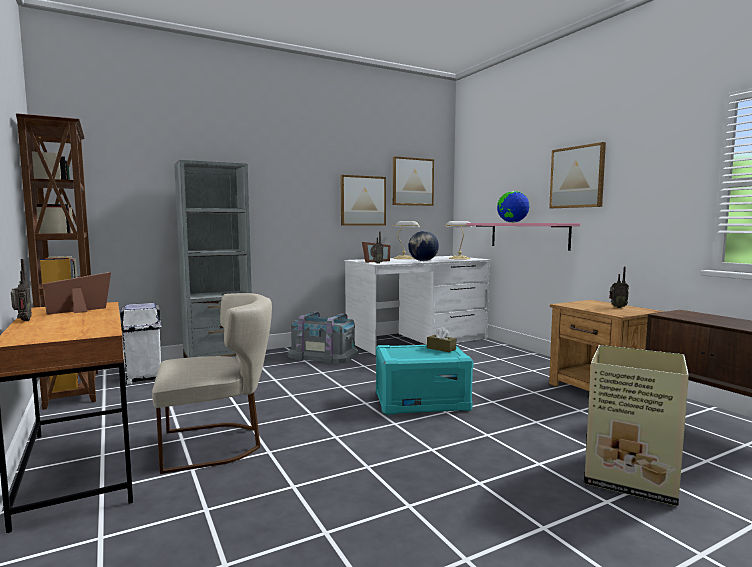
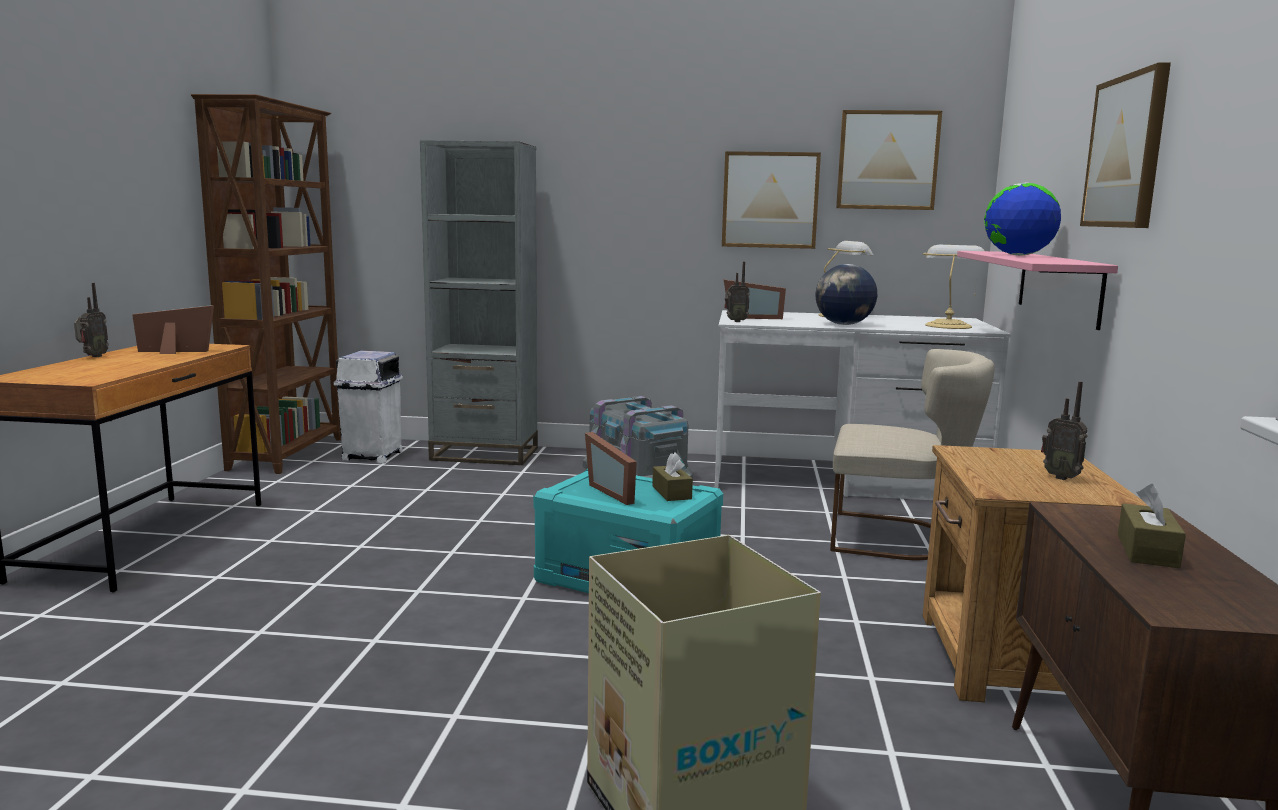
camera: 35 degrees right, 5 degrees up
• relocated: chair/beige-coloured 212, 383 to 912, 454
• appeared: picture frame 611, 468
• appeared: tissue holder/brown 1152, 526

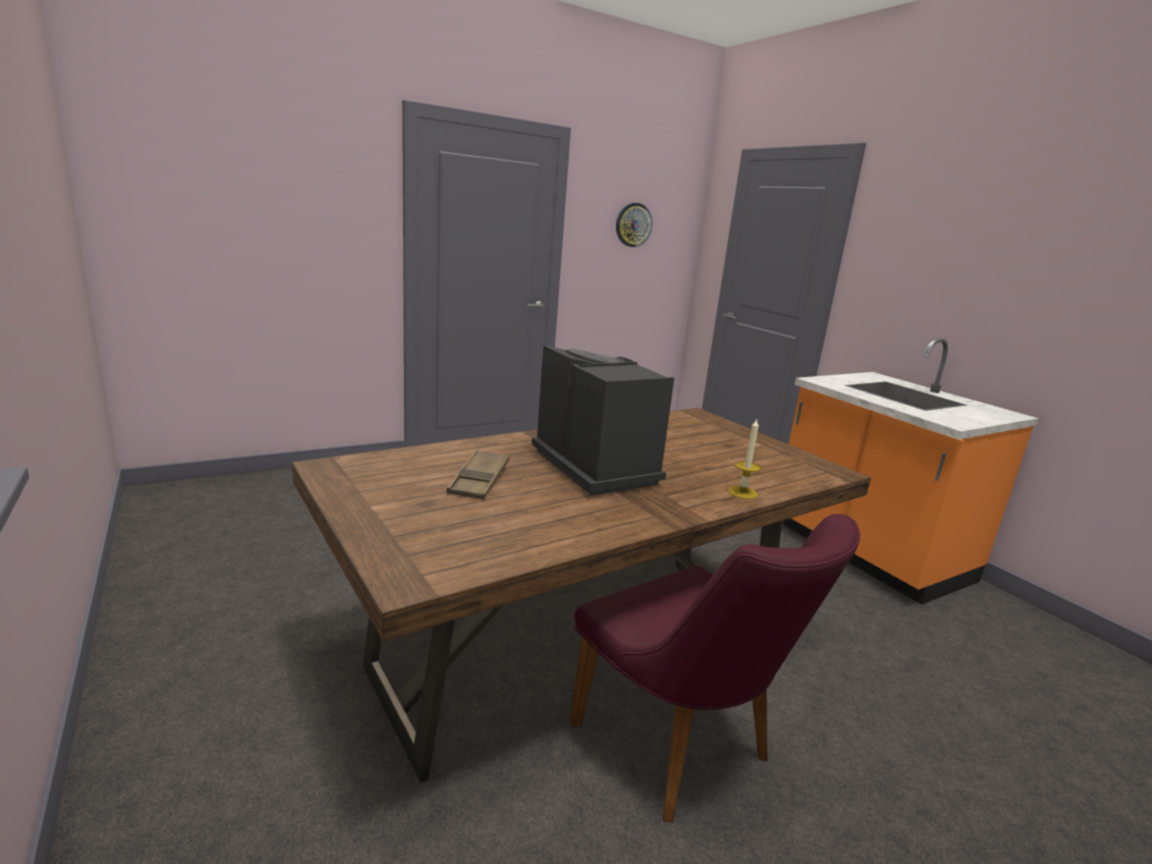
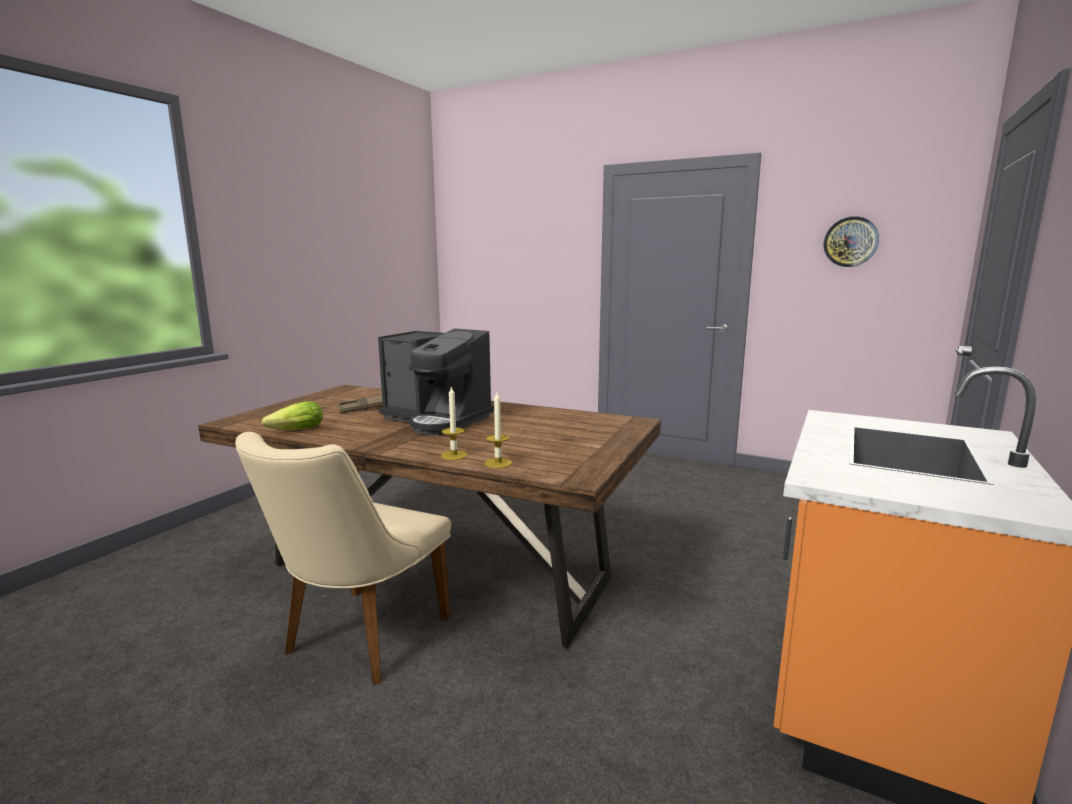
camera: 60 degrees right, 5 degrees down
• spun: coffee brewer 603, 420 = 436, 382 90 degrees clockwise
• colour: chair/purple-coloured 715, 668 to chair/beige-coloured 343, 558
• appeared: wax light 498, 430
• appeared: head of lettuce 292, 415

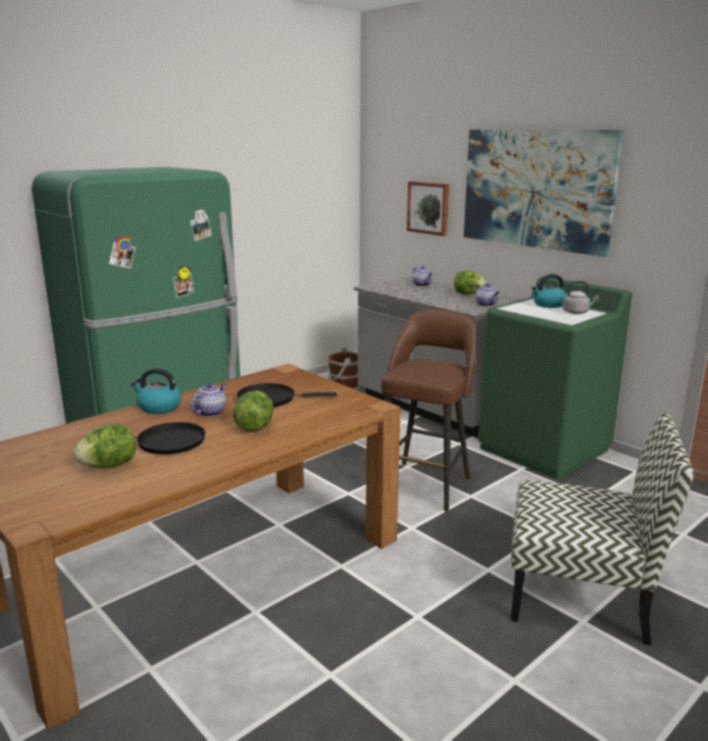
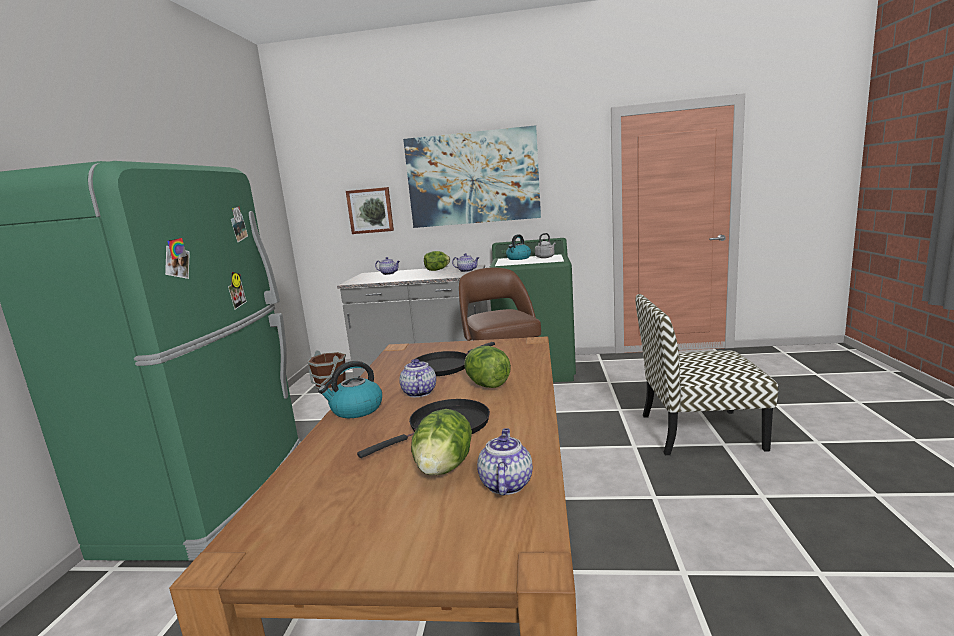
camera: 40 degrees left, 5 degrees down
• spun: chair 602, 529 = 706, 374 150 degrees counterclockwise
• appeared: pot for tea 505, 461

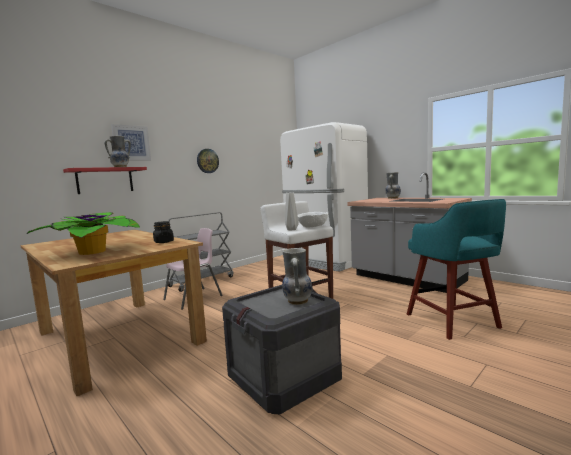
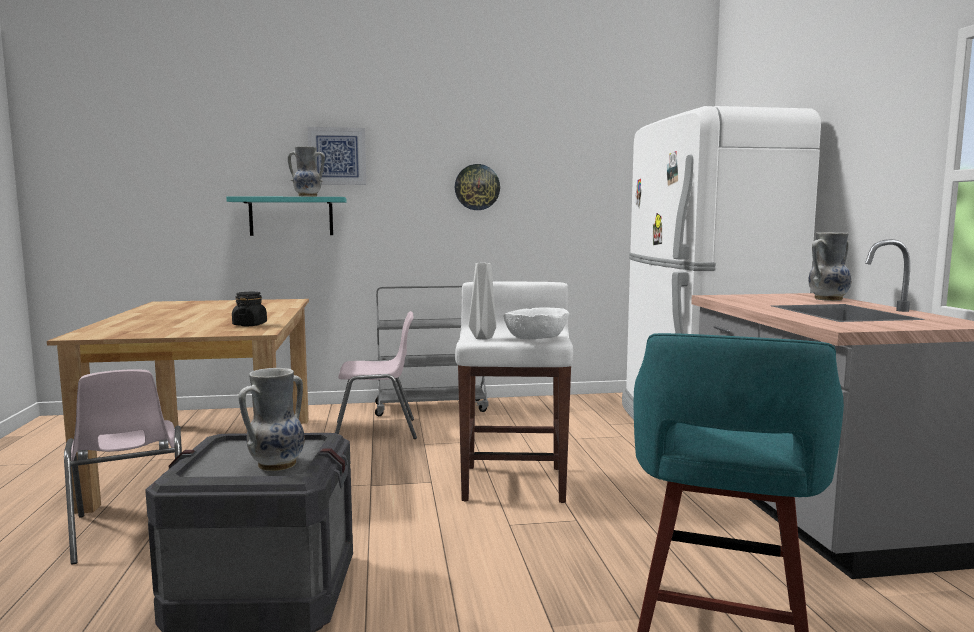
camera: 35 degrees right, 0 degrees up
• colour: shelf/reddish 105, 180 to shelf/turquoise 286, 216
• missing: potted plant 83, 233
• appeared: chair/pink 123, 467

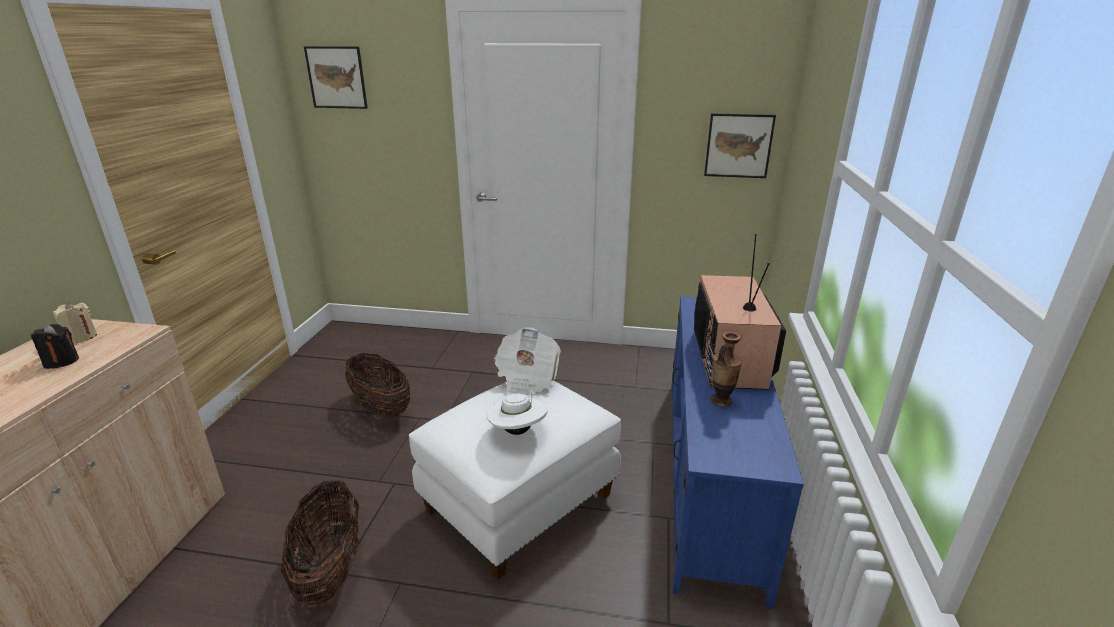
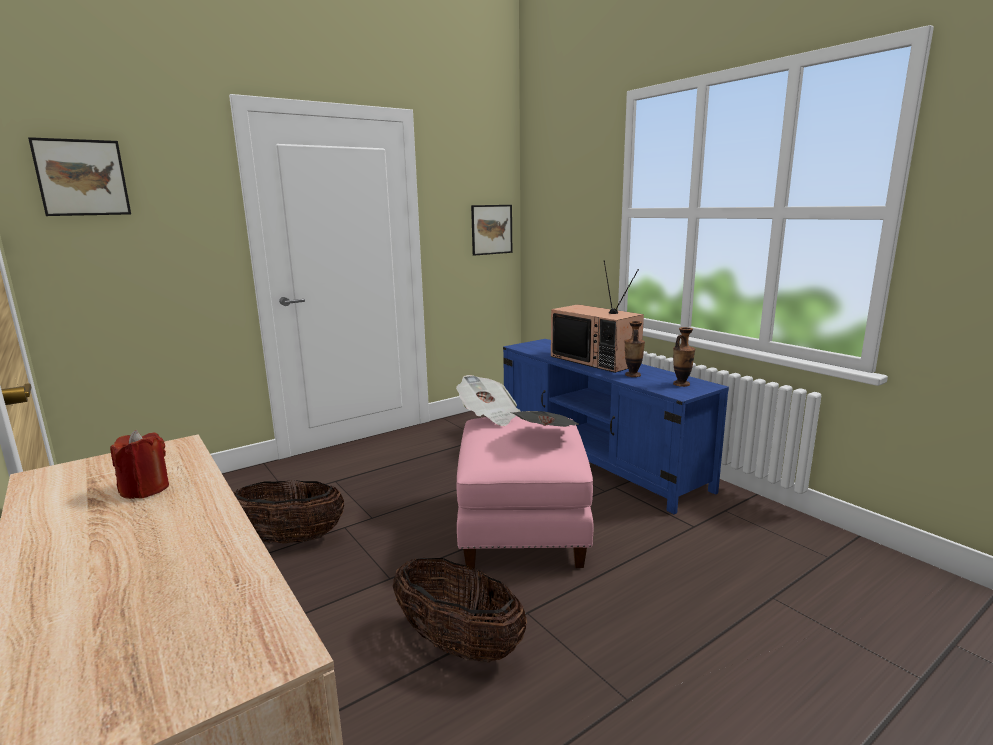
camera: 45 degrees left, 10 degrees down
• missing: wax light/beige-coloured 75, 322
• colour: wax light/black-coloured 55, 346 to wax light/reddish 139, 464
• colour: pouffe/whitish 515, 479 to pouffe/pink 525, 492
• exchanged: hat/whitish 517, 413 to daily paper 545, 419
• appeared: decorative vase 684, 357

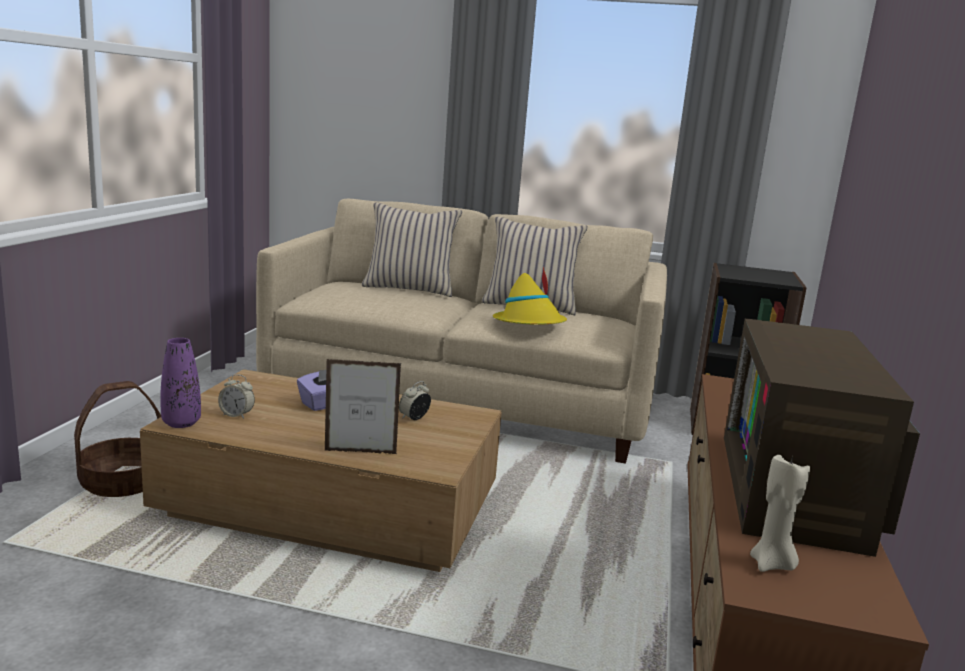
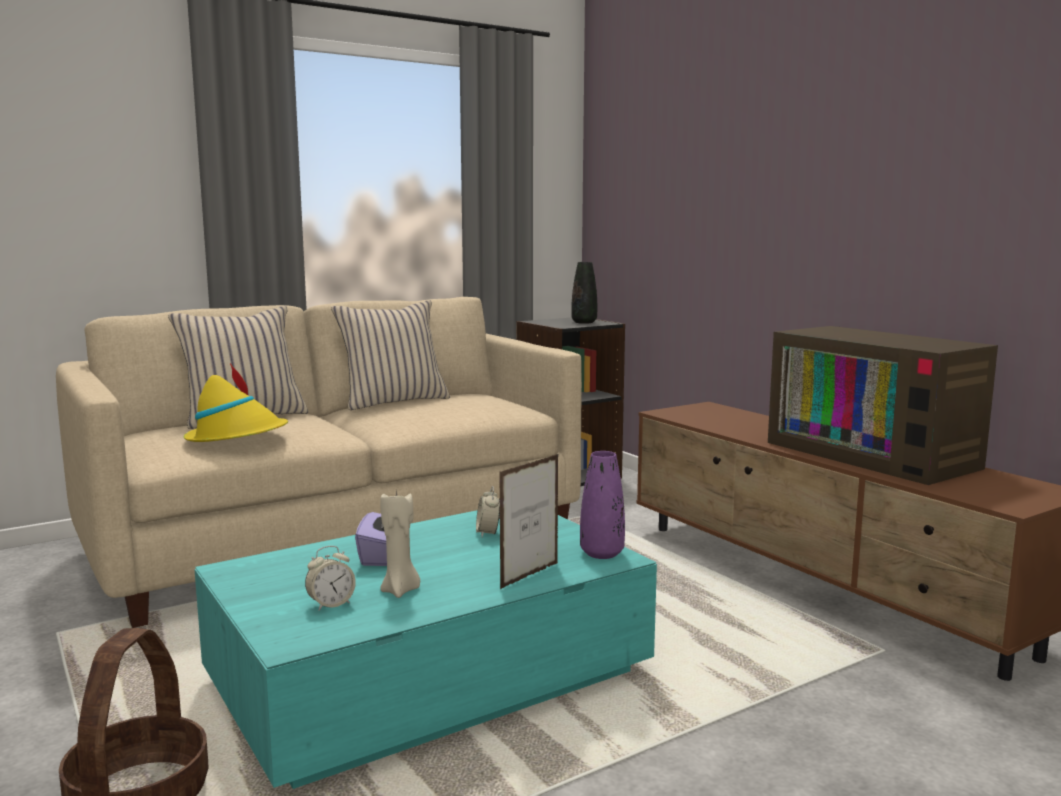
camera: 45 degrees left, 5 degrees down
• relocated: hat/yellowish 530, 296 to 236, 402
• relocated: decorative vase/purple-coloured 180, 383 to 602, 505
• colour: coffee table/brown 321, 470 to coffee table/turquoise 425, 649
• relocated: wax light/beige-coloured 780, 513 to 400, 544
• appeared: decorative vase/black-coloured 584, 293

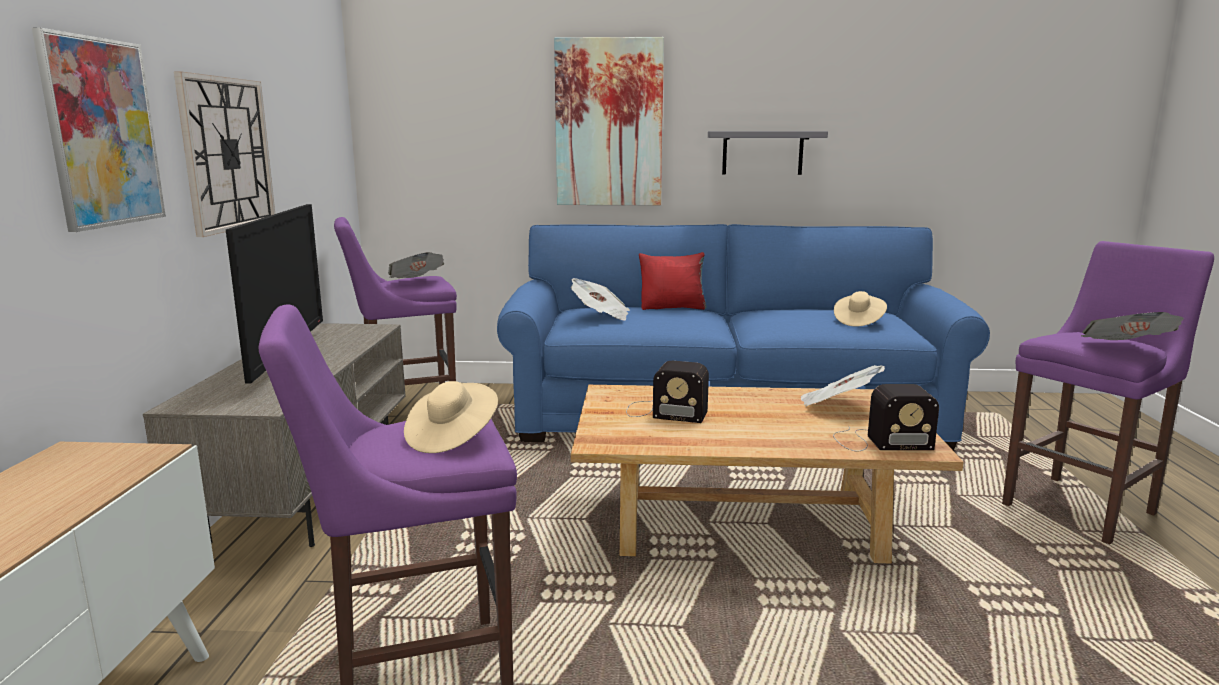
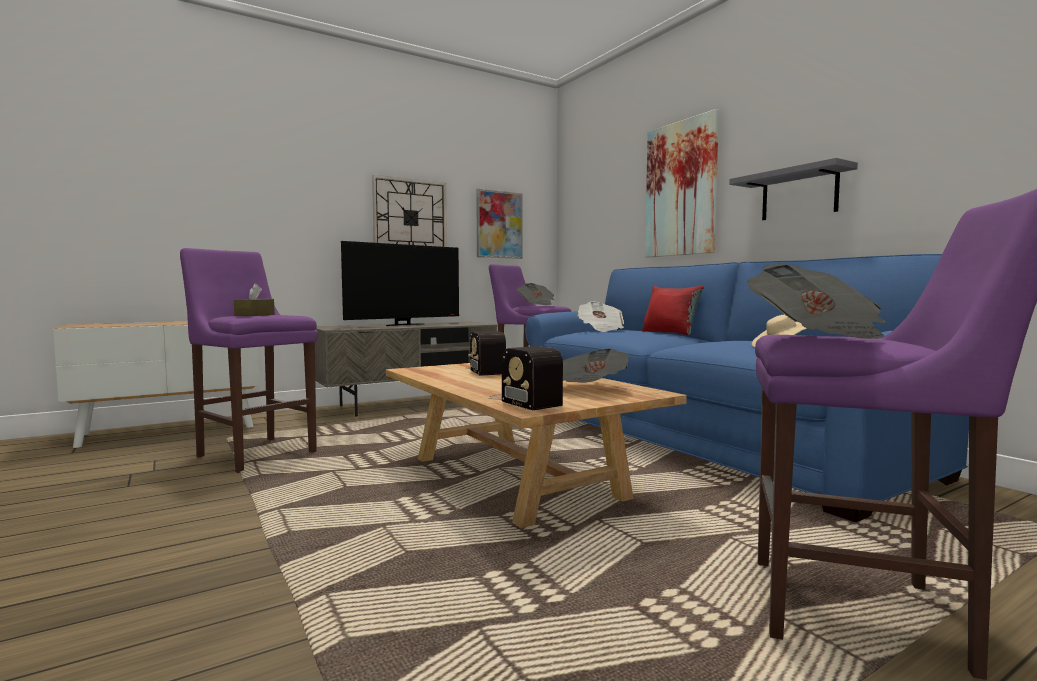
camera: 55 degrees right, 10 degrees down
• relocated: wall picture 99, 130 to 499, 224
• exchanged: hat/beige-coloured 451, 417 to tissue holder/brown 254, 300

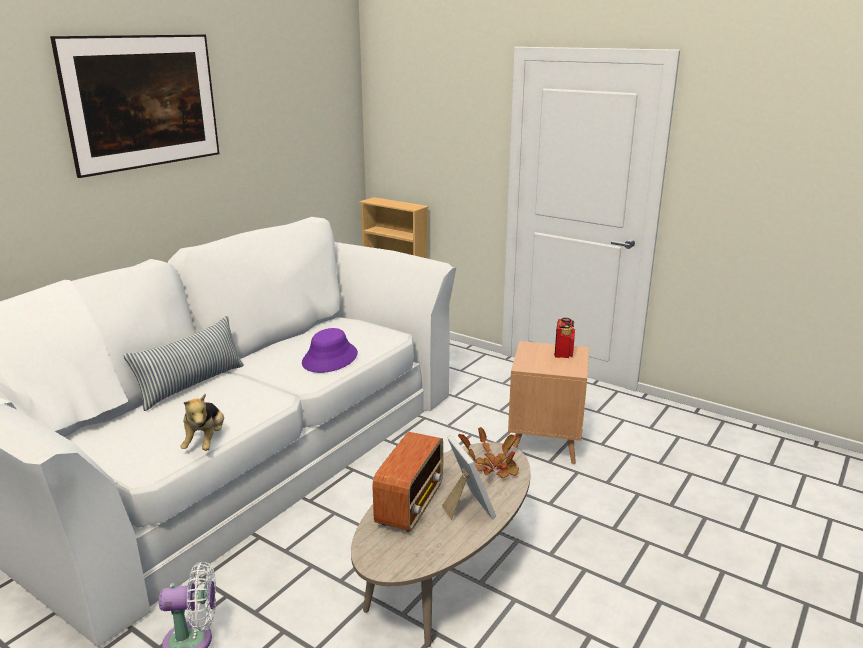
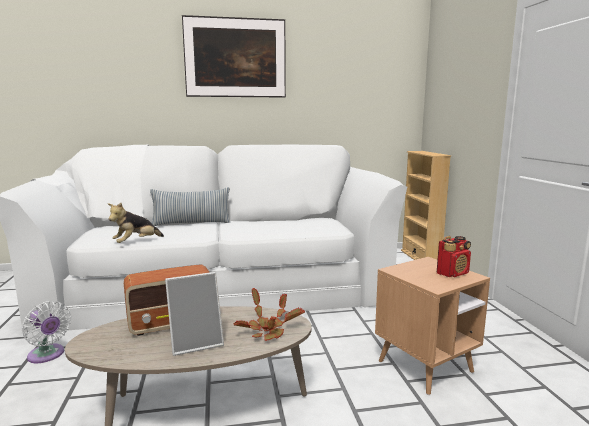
camera: 45 degrees right, 10 degrees down
• missing: hat/purple-coloured 330, 350
• spun: picture frame 469, 477 = 194, 314 45 degrees clockwise

